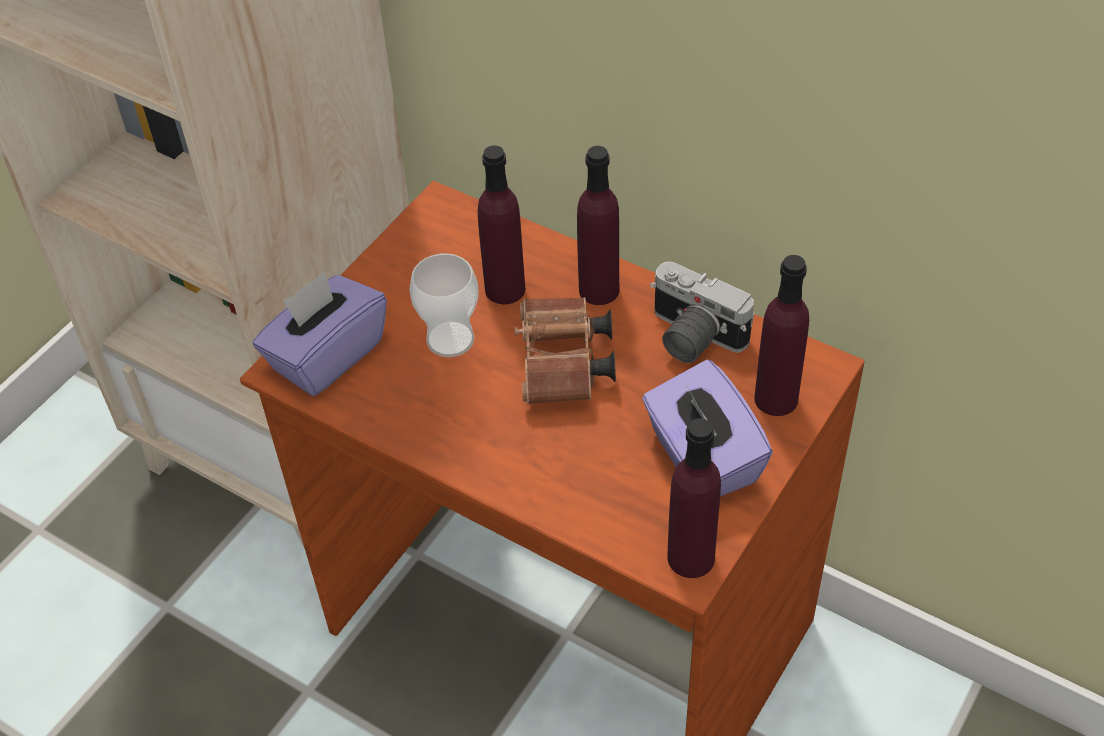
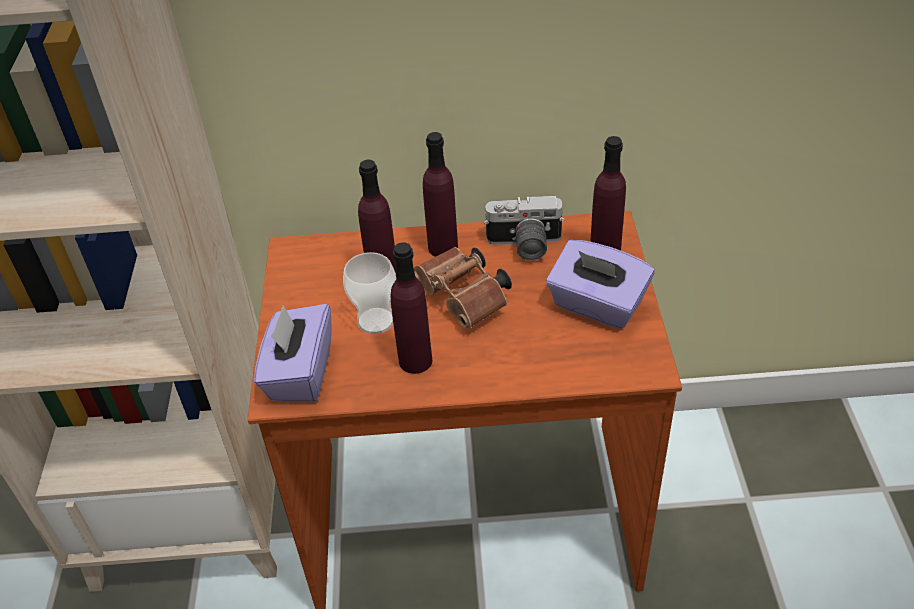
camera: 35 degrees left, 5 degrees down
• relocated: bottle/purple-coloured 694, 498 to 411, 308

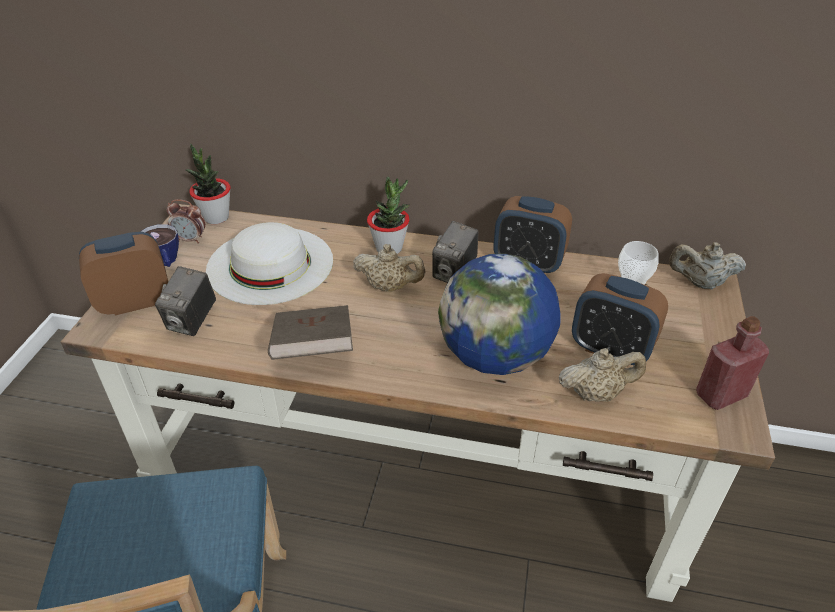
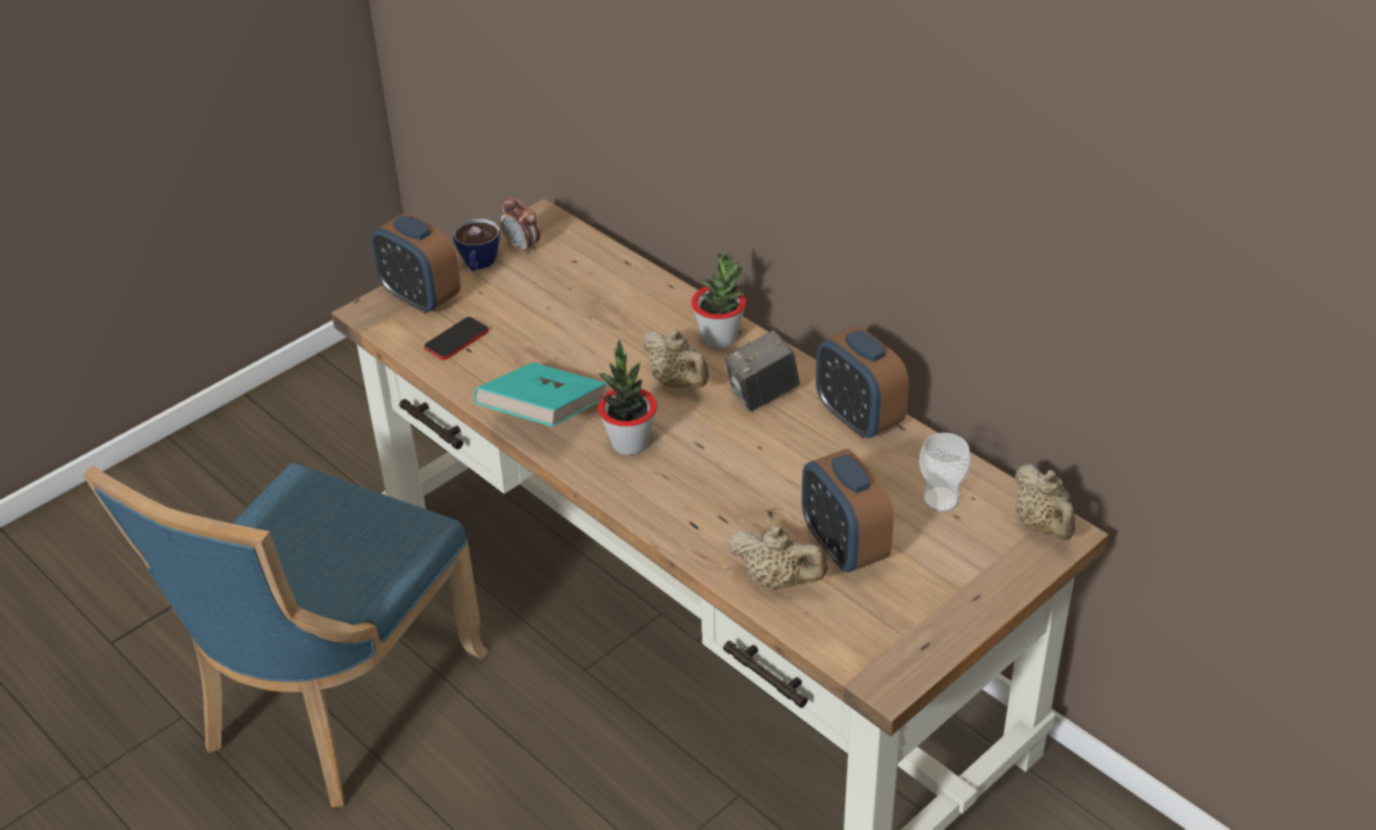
camera: 35 degrees right, 0 degrees up
• relocated: potted plant 208, 183 to 627, 397
• missing: hat/whitish 269, 263
• spun: bedside clock 123, 274 = 415, 263 150 degrees counterclockwise
• spun: pot for tea/beige-coloured 707, 265 = 1045, 502 150 degrees counterclockwise
• missing: world globe 499, 314
• exchanged: photo camera 185, 301 to phone 456, 338
• colour: bound book/brown 310, 332 to bound book/turquoise 540, 394
• missing: bottle/reddish 732, 363

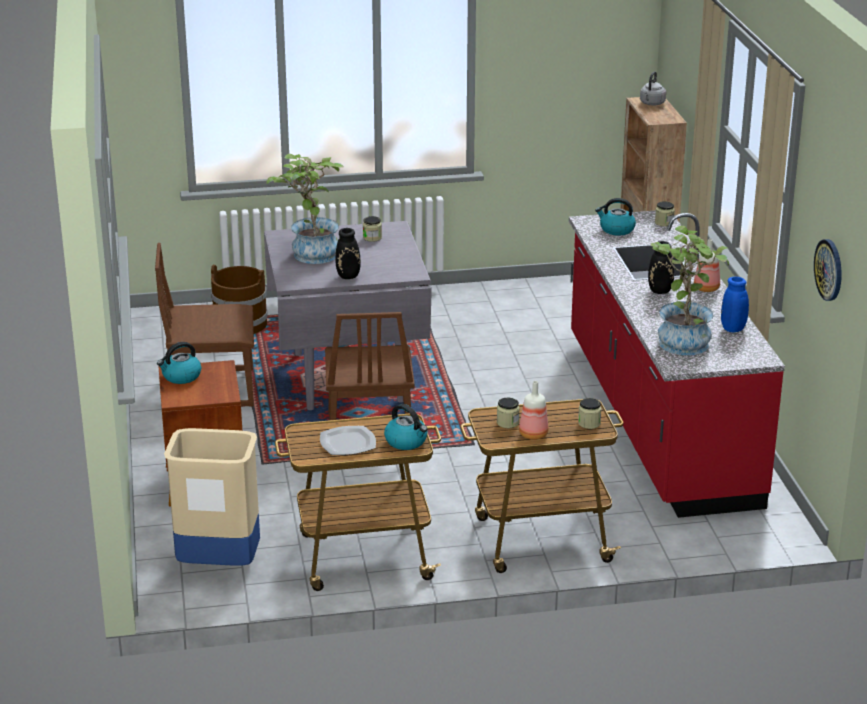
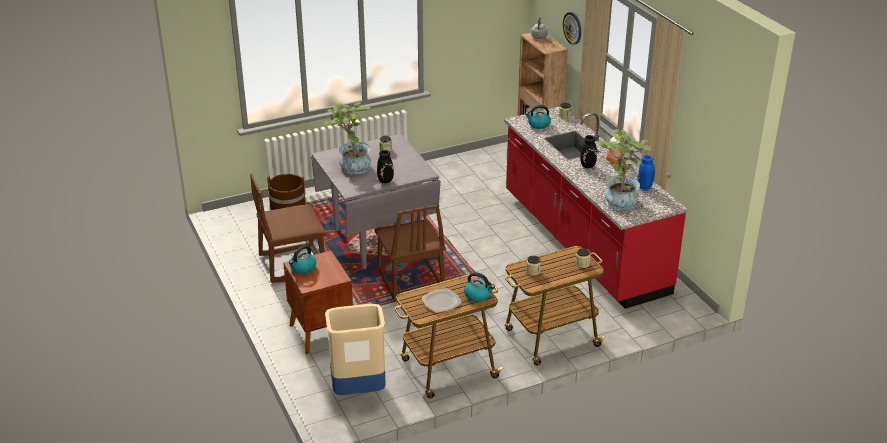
camera: 15 degrees left, 5 degrees up
• relocated: clock on the wall 828, 270 to 572, 28
• missing: bottle 534, 410

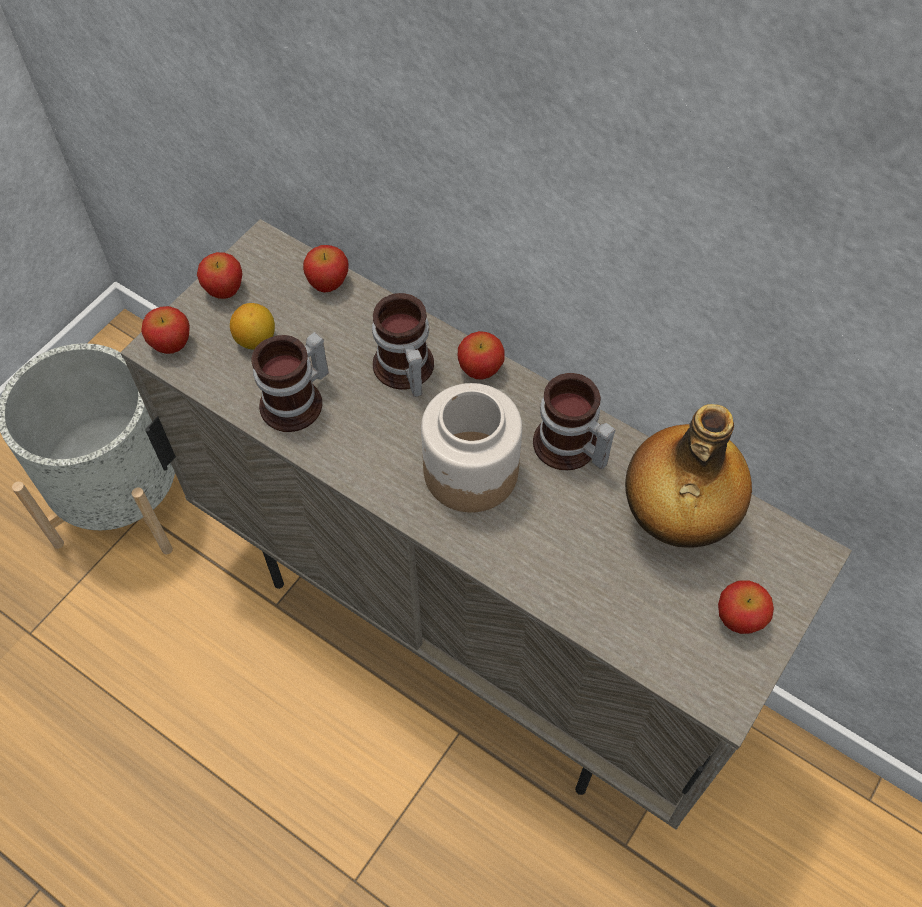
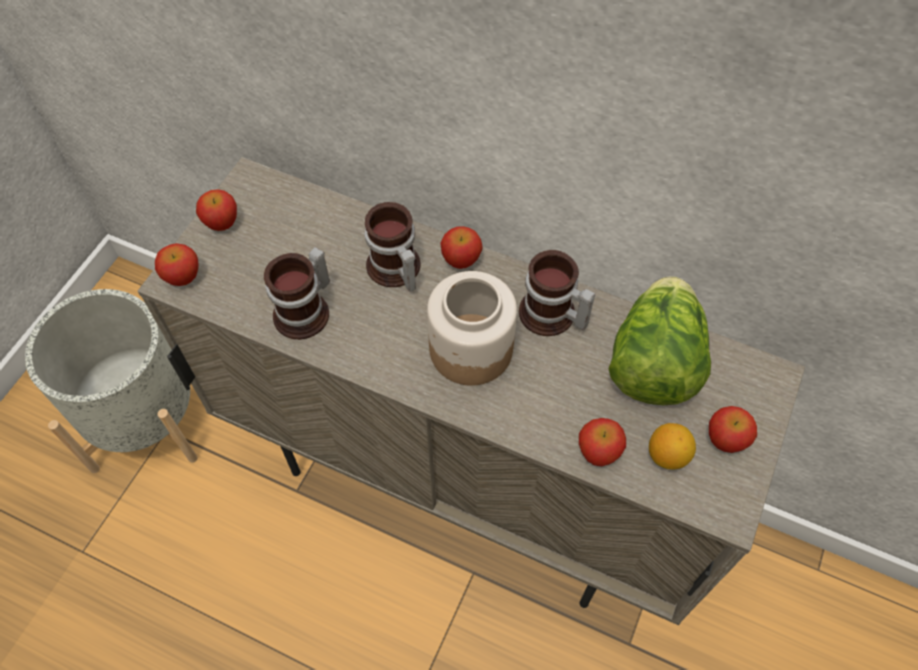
camera: 10 degrees left, 0 degrees up
• relocated: apple 326, 269 to 602, 442
• relocated: citrus fruit 252, 326 to 672, 446
• exchanged: bottle 688, 476 to head of lettuce 659, 340

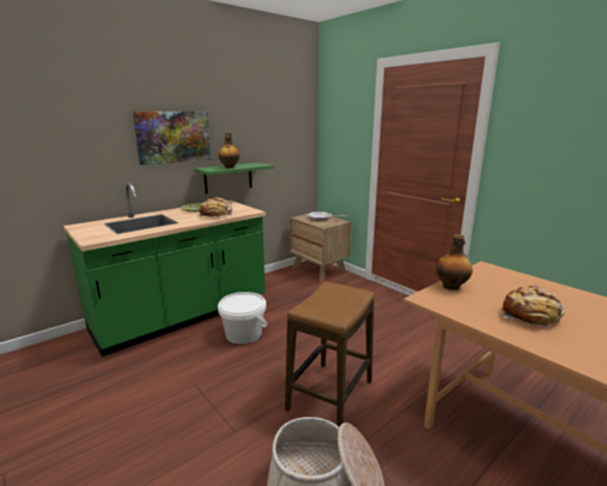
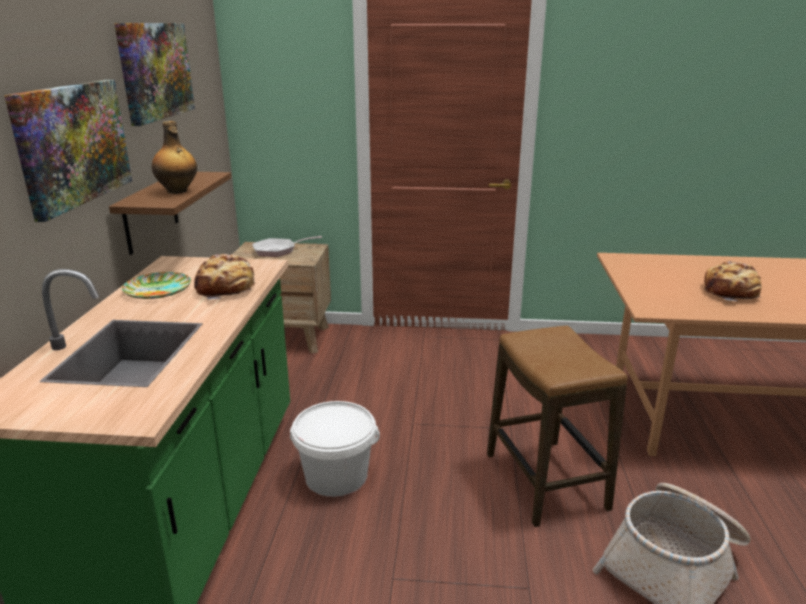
camera: 45 degrees left, 5 degrees up
• colour: shelf/green 234, 178 to shelf/brown 170, 213
• missing: bottle 454, 262
• appeared: wall picture 154, 74

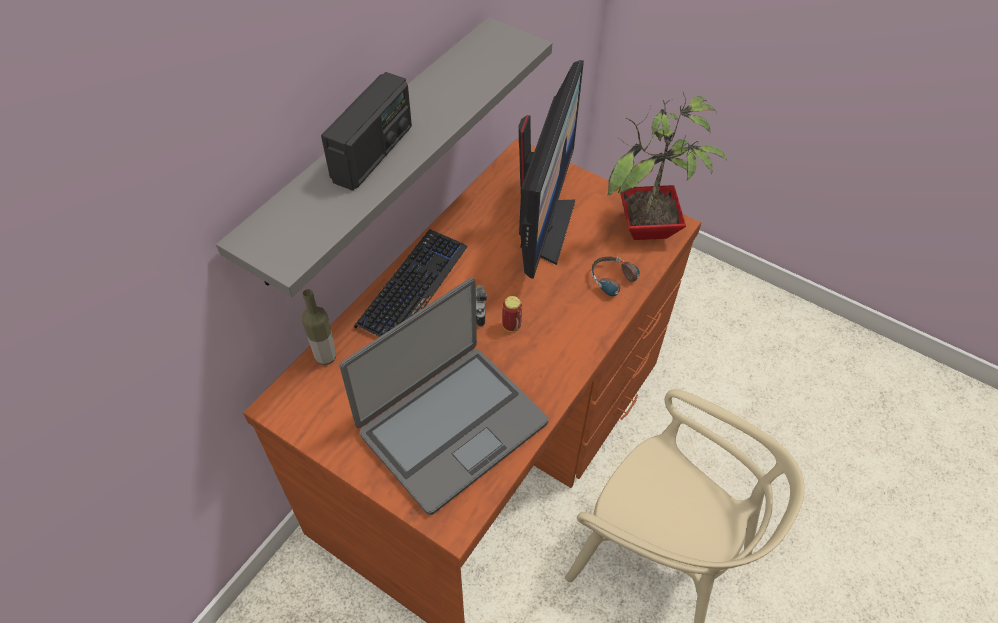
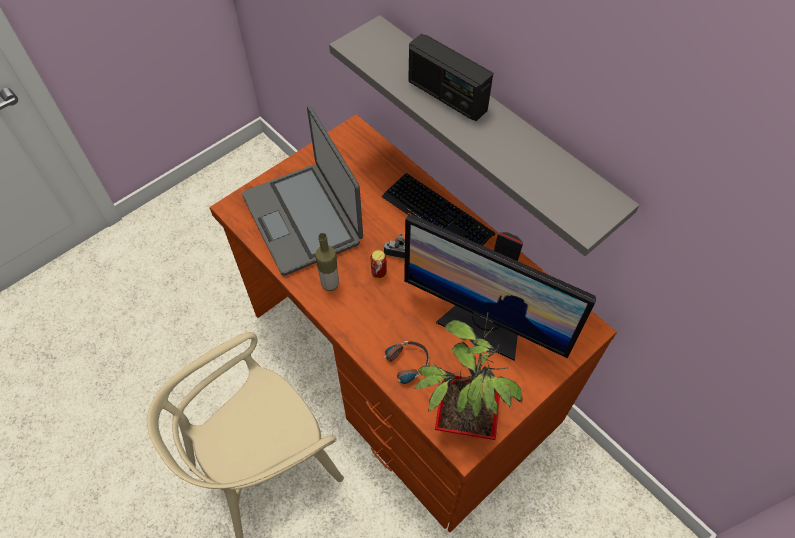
camera: 105 degrees right, 5 degrees up
• relocated: bottle 319, 327 to 327, 262

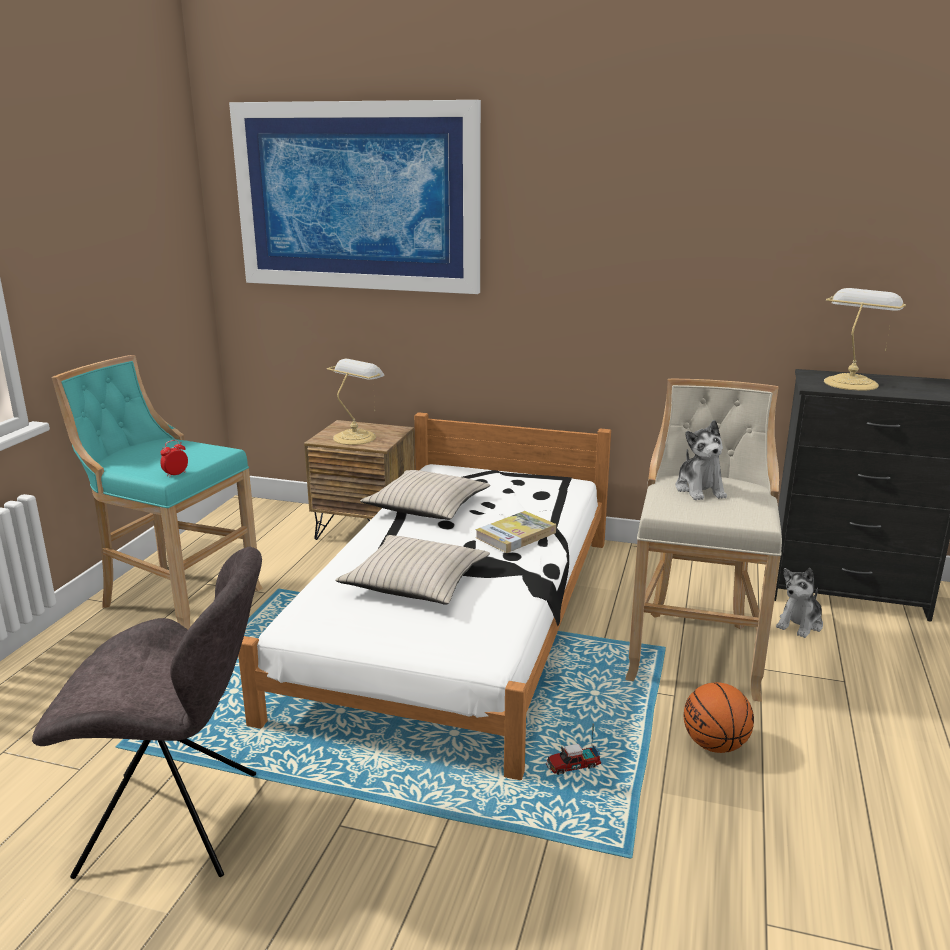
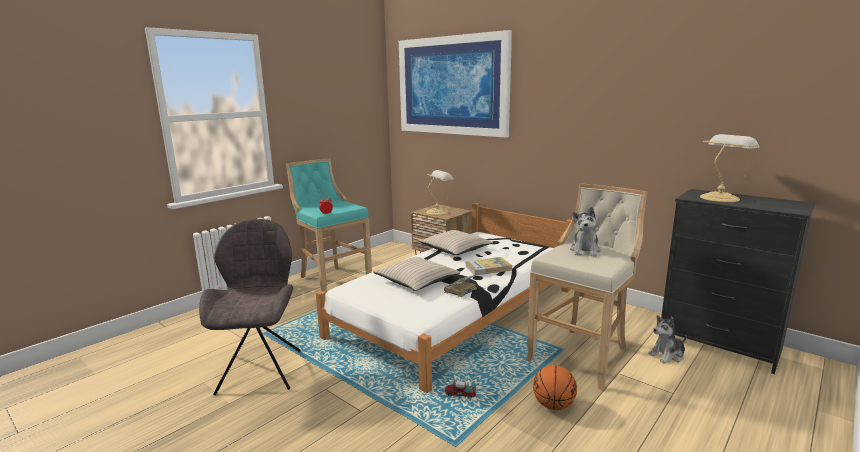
camera: 25 degrees right, 5 degrees down
• spun: chair/greyish 147, 713 = 250, 307 120 degrees counterclockwise
• appeared: bound book 460, 286

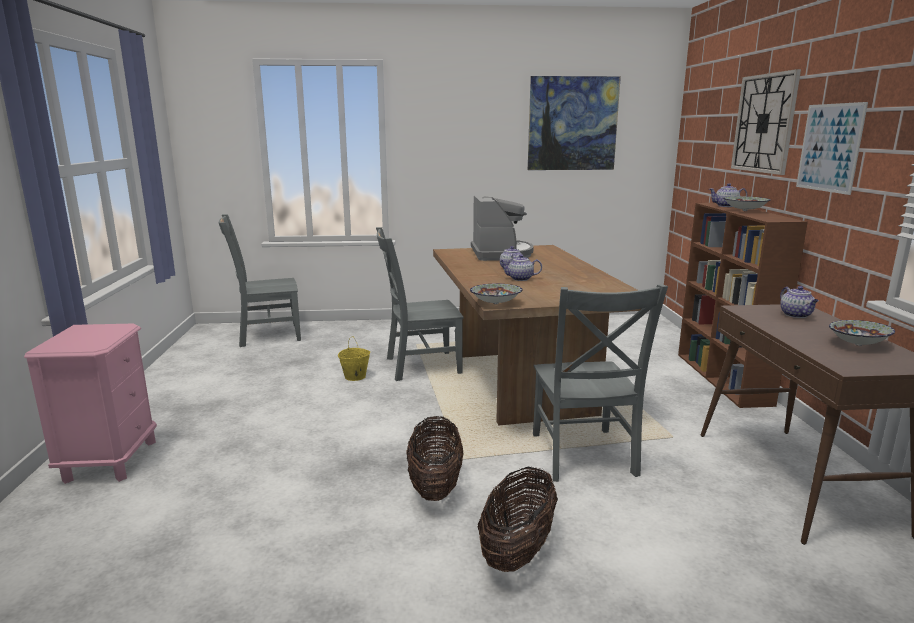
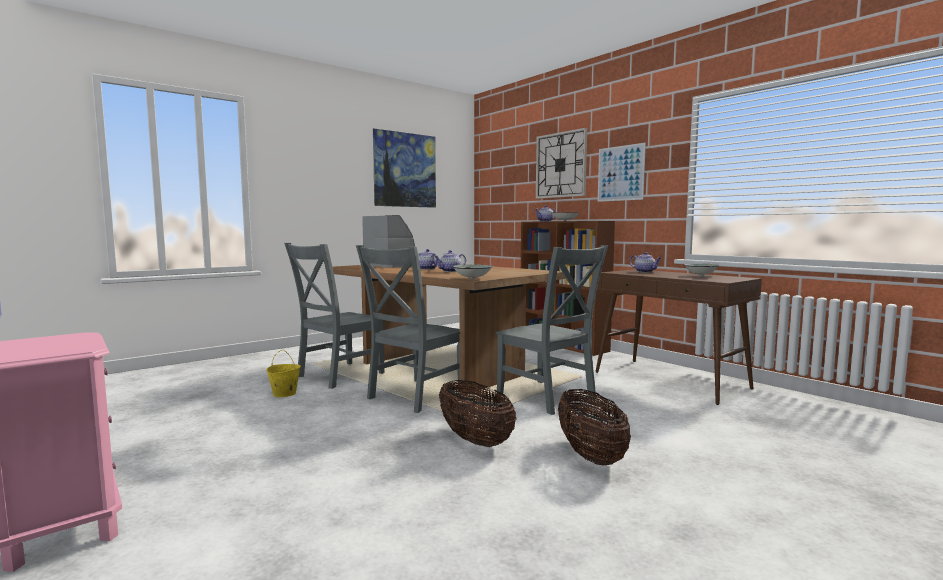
camera: 35 degrees left, 10 degrees down
• relocated: chair/greyish 260, 280 to 408, 329

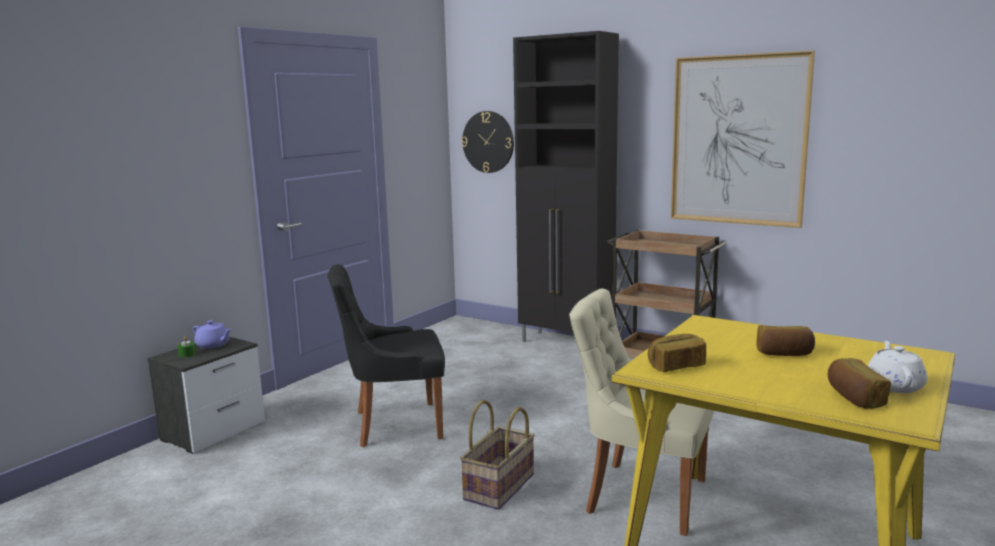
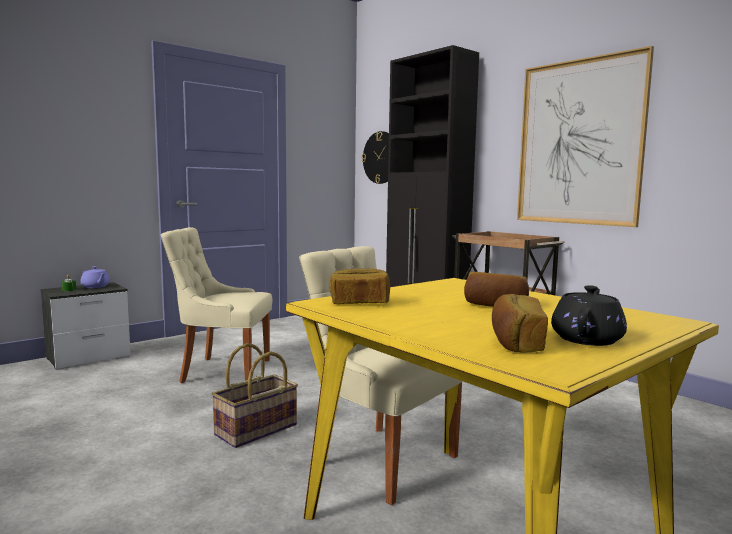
camera: 15 degrees right, 5 degrees down
• colour: chair/black-coloured 386, 355 to chair/beige-coloured 216, 305
• colour: pot for tea/whitish 897, 367 to pot for tea/black-coloured 589, 315

